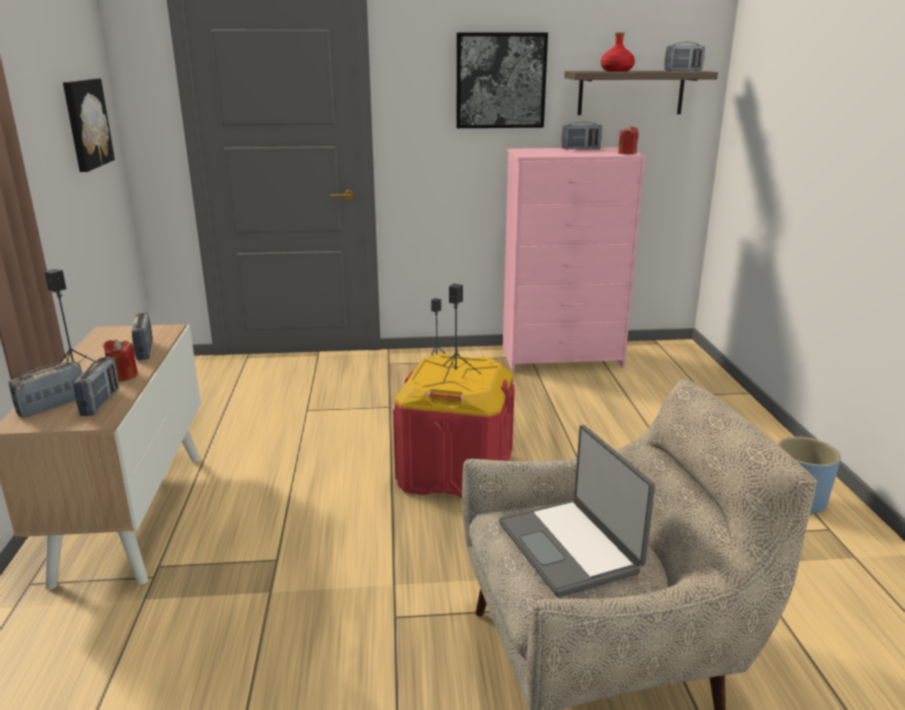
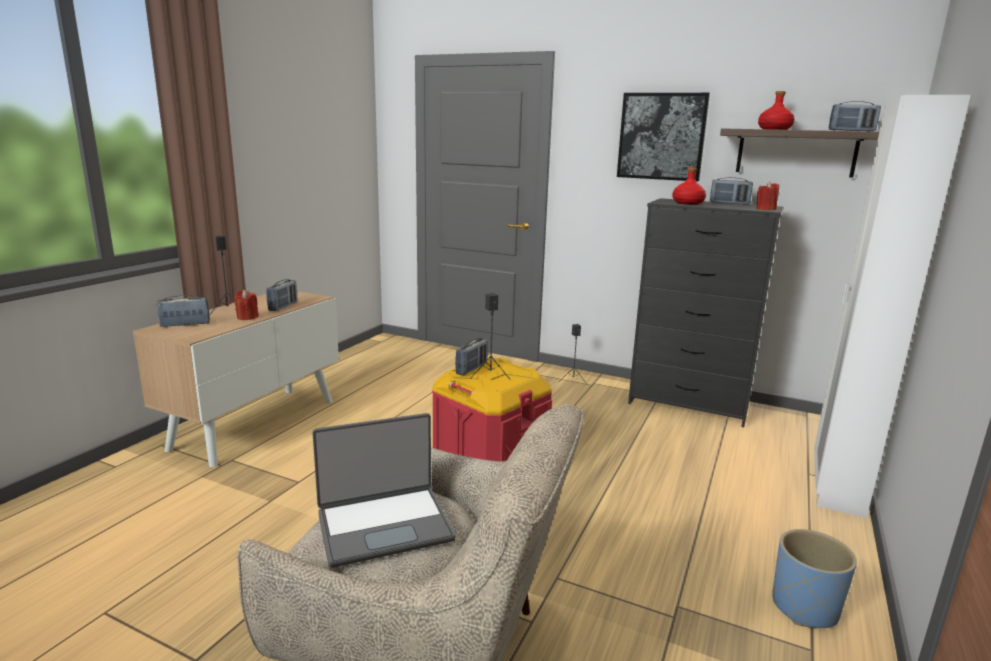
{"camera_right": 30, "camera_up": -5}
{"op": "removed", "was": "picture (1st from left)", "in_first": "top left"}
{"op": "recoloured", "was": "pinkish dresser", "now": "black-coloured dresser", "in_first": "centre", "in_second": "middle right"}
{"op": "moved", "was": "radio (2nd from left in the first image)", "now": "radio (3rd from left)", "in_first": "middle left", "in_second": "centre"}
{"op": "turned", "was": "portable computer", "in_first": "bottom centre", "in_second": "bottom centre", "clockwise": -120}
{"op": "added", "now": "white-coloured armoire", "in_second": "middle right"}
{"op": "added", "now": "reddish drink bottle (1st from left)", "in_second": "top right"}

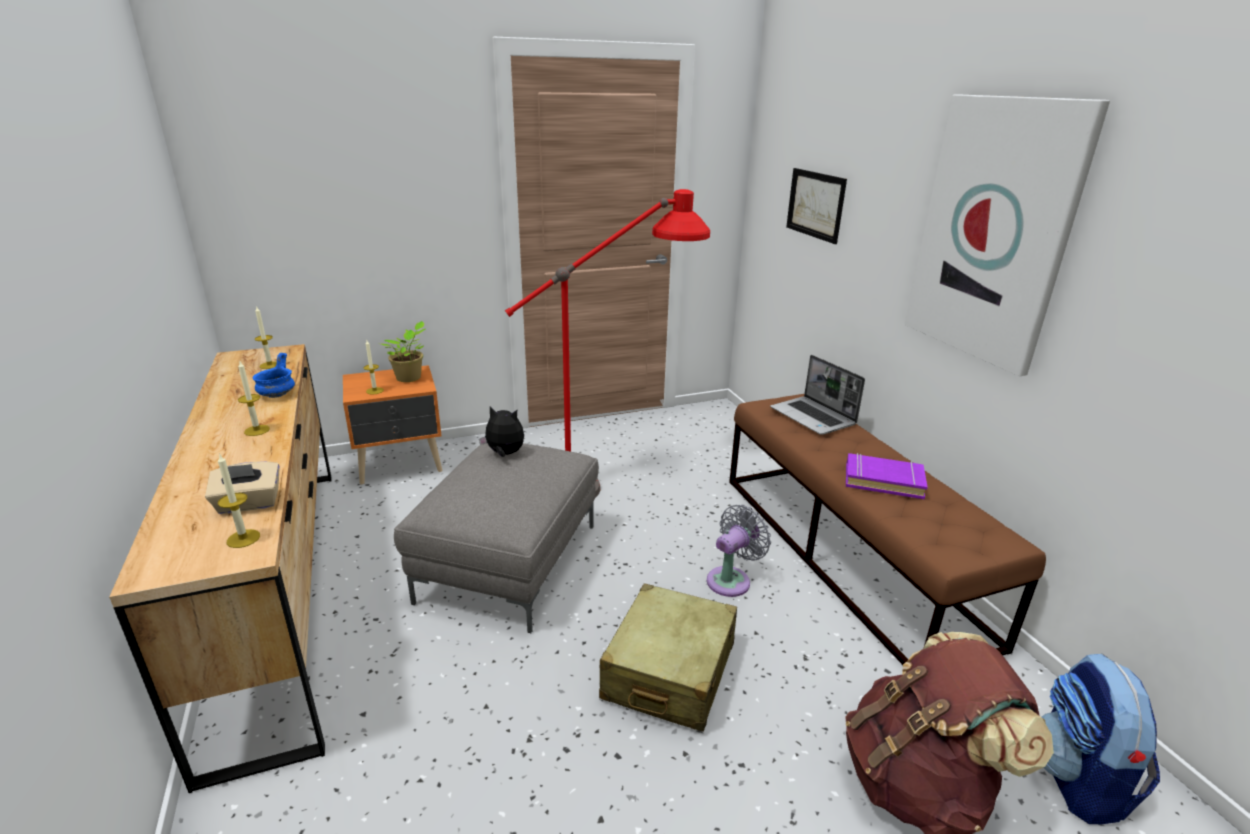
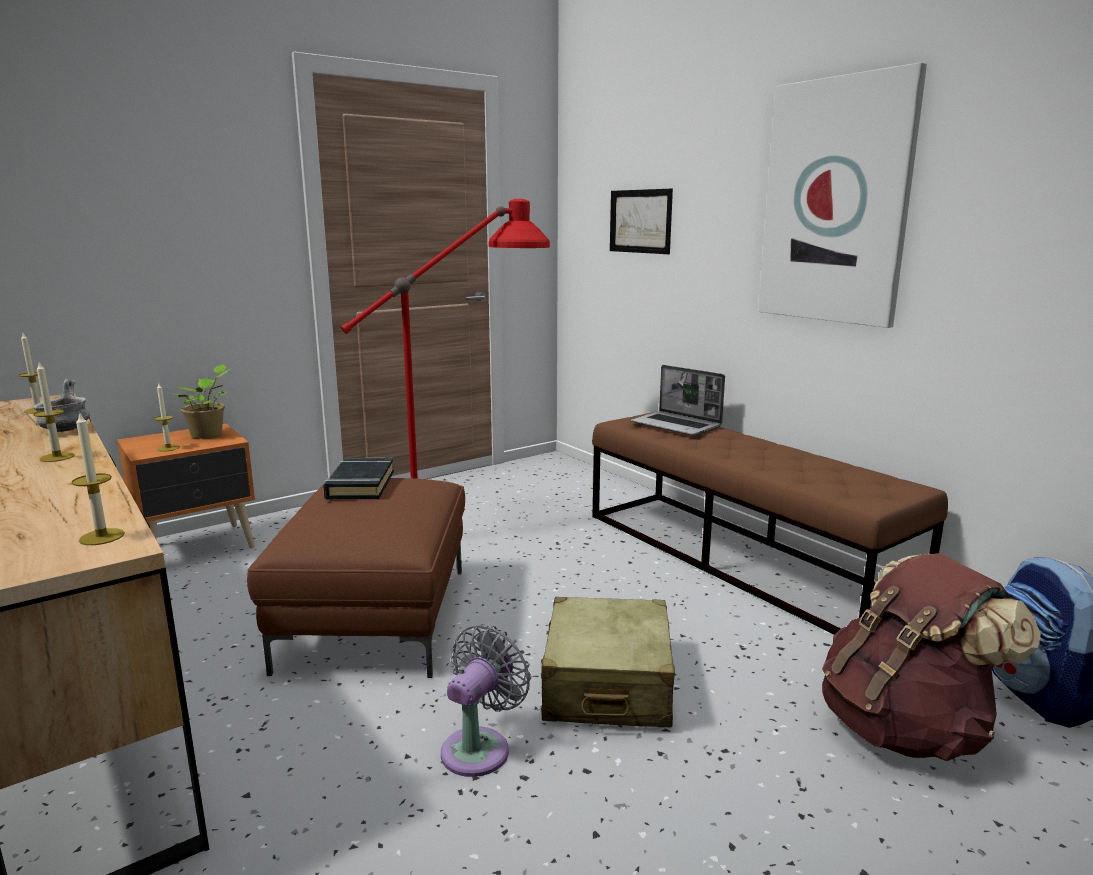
{"camera_right": -15, "camera_up": -10}
{"op": "recoloured", "was": "bluish serving bowl", "now": "gray serving bowl", "in_first": "middle left", "in_second": "middle left"}
{"op": "replaced", "was": "plush toy", "now": "black-coloured book", "in_first": "centre", "in_second": "middle left"}
{"op": "recoloured", "was": "gray pouffe", "now": "brown pouffe", "in_first": "centre", "in_second": "middle left"}
{"op": "removed", "was": "purple-coloured book", "in_first": "middle right"}
{"op": "removed", "was": "sand-coloured tissue box", "in_first": "middle left"}
{"op": "moved", "was": "gray electric fan", "in_first": "centre", "in_second": "bottom centre"}

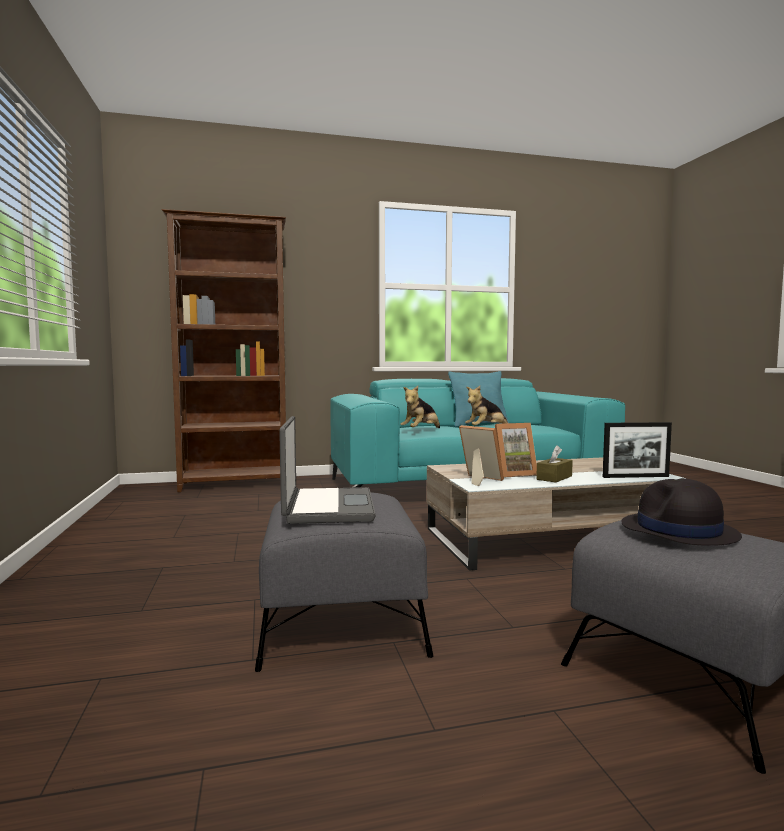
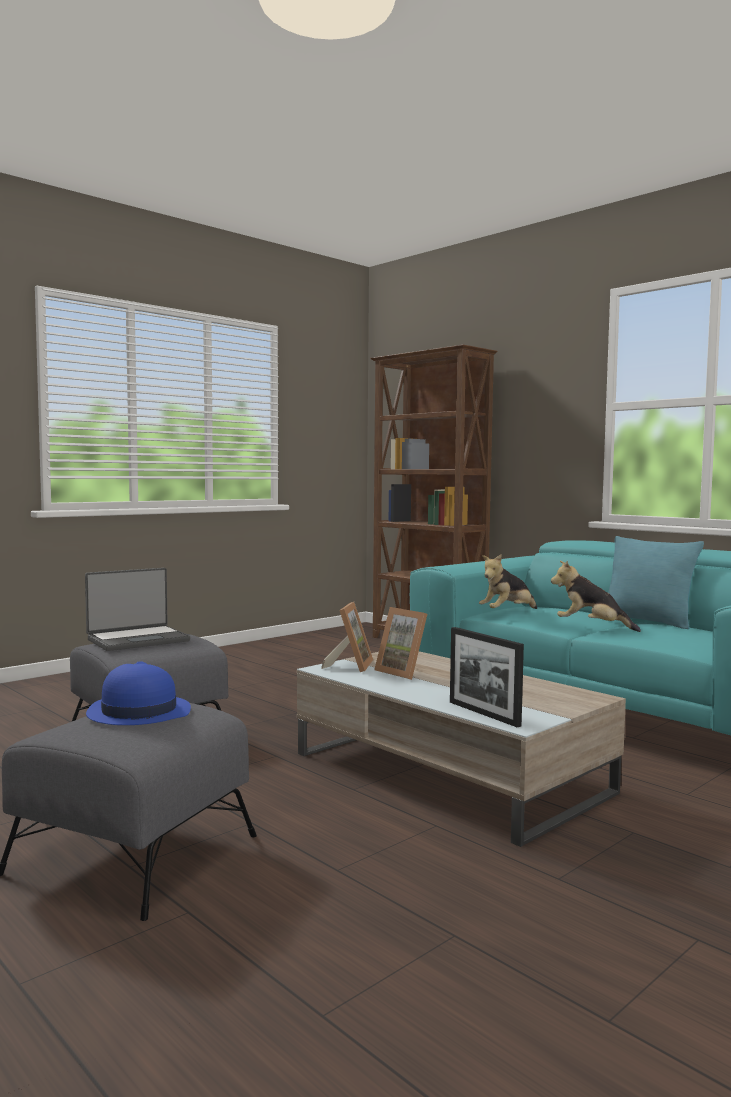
{"camera_right": 60, "camera_up": 0}
{"op": "turned", "was": "plush toy (1st from left)", "in_first": "centre", "in_second": "middle right", "clockwise": -45}
{"op": "removed", "was": "brown tissue box", "in_first": "middle right"}
{"op": "recoloured", "was": "black-coloured hat", "now": "bluish hat", "in_first": "middle right", "in_second": "middle left"}

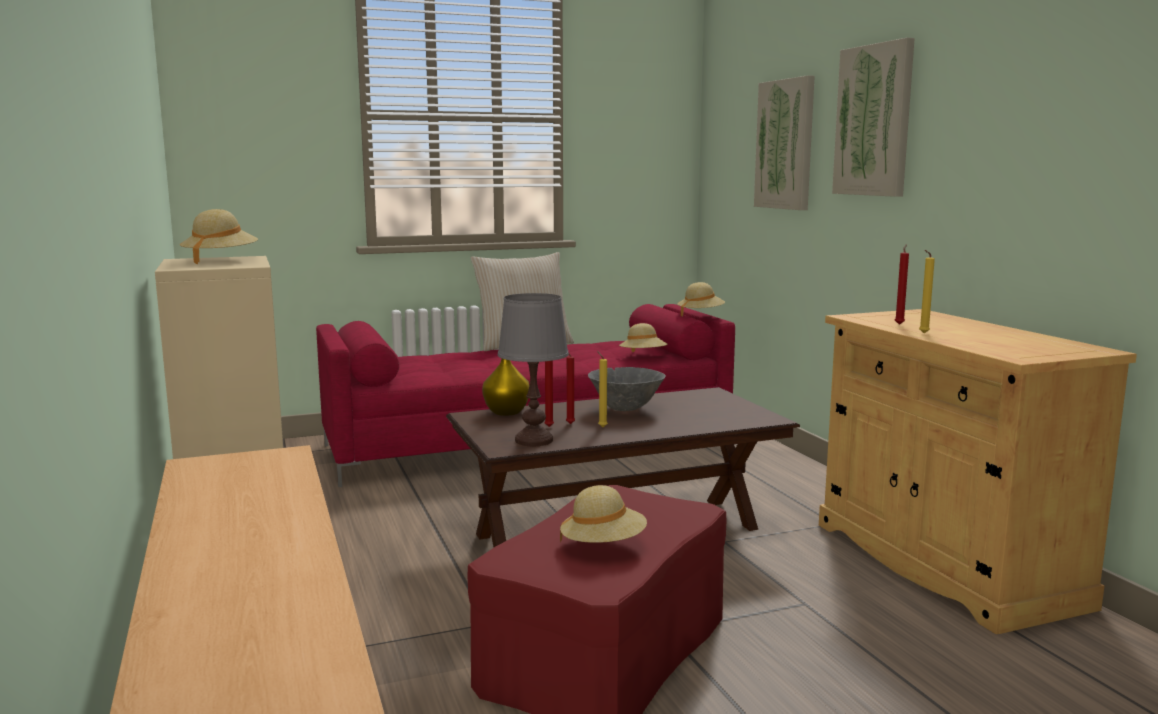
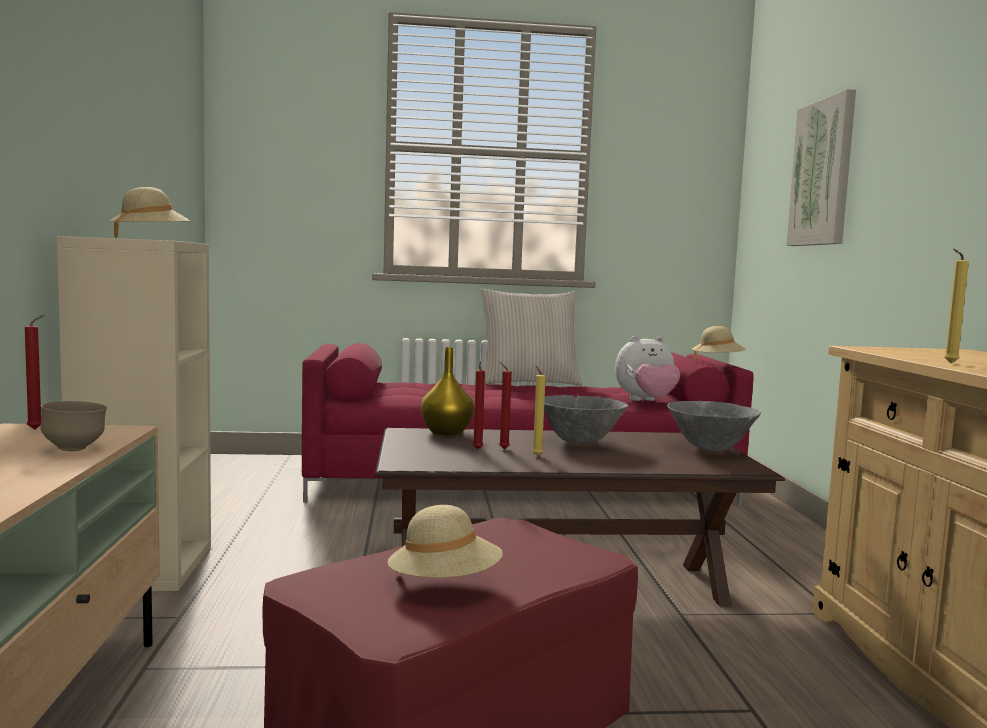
{"camera_right": 15, "camera_up": -5}
{"op": "removed", "was": "picture (2nd from left)", "in_first": "top right"}
{"op": "moved", "was": "reddish wax candle (3rd from left in the first image)", "now": "reddish wax candle (1st from left)", "in_first": "middle right", "in_second": "middle left"}
{"op": "removed", "was": "gray tabletop lamp", "in_first": "centre"}
{"op": "replaced", "was": "sand-coloured hat (3rd from left)", "now": "plush toy", "in_first": "centre", "in_second": "centre"}
{"op": "added", "now": "brown serving bowl", "in_second": "middle left"}
{"op": "added", "now": "gray serving bowl (2nd from left)", "in_second": "middle right"}

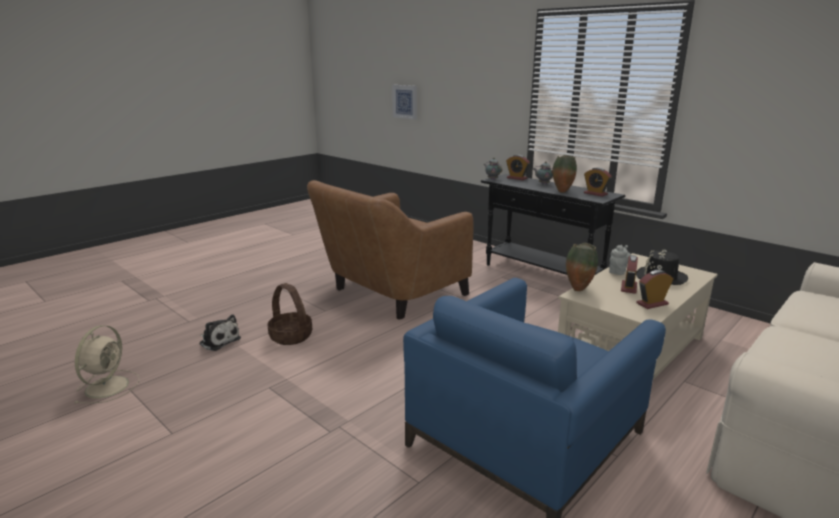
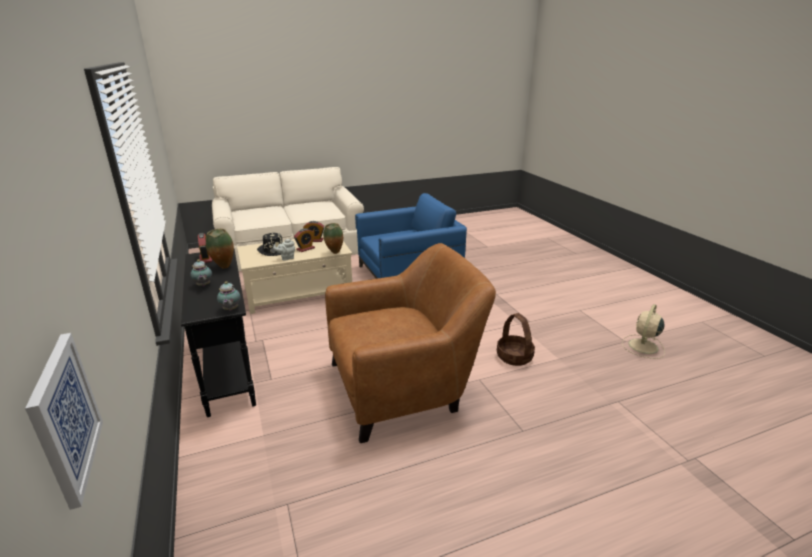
{"camera_right": -155, "camera_up": 5}
{"op": "removed", "was": "table clock (1st from left)", "in_first": "top centre"}
{"op": "removed", "was": "plush toy", "in_first": "middle left"}

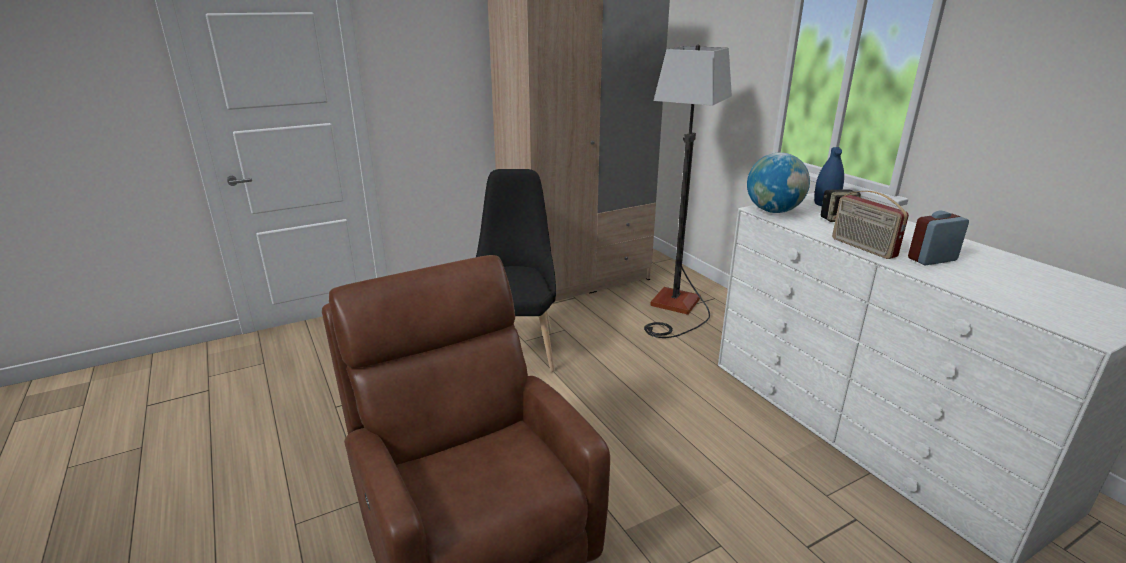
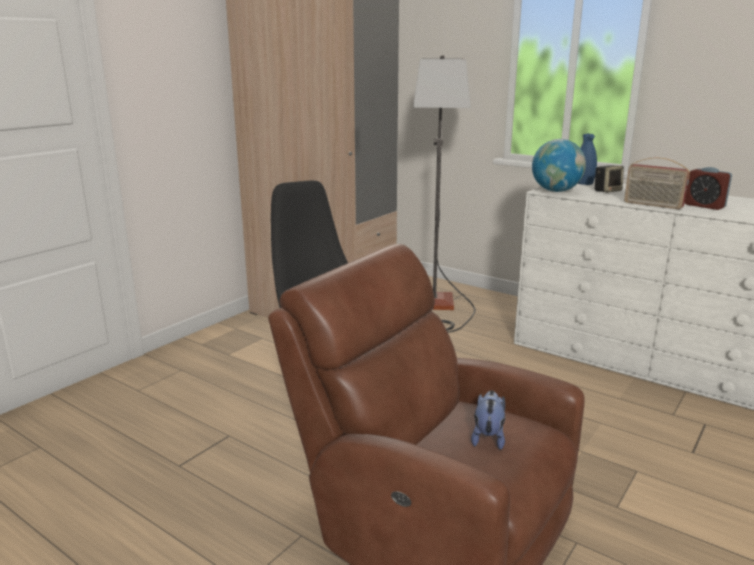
{"camera_right": -25, "camera_up": -5}
{"op": "turned", "was": "table clock", "in_first": "middle right", "in_second": "top right", "clockwise": -90}
{"op": "added", "now": "plush toy", "in_second": "bottom centre"}

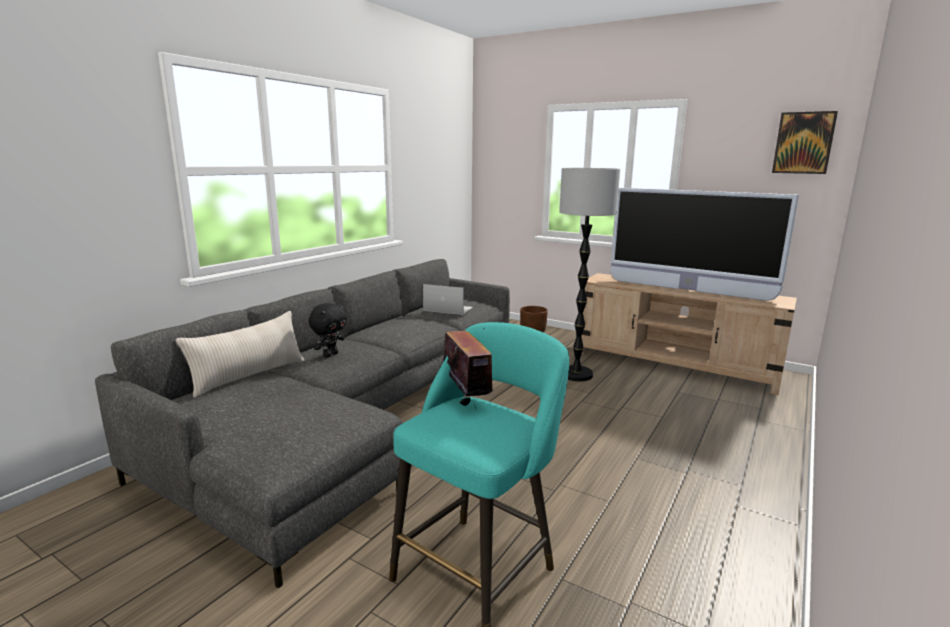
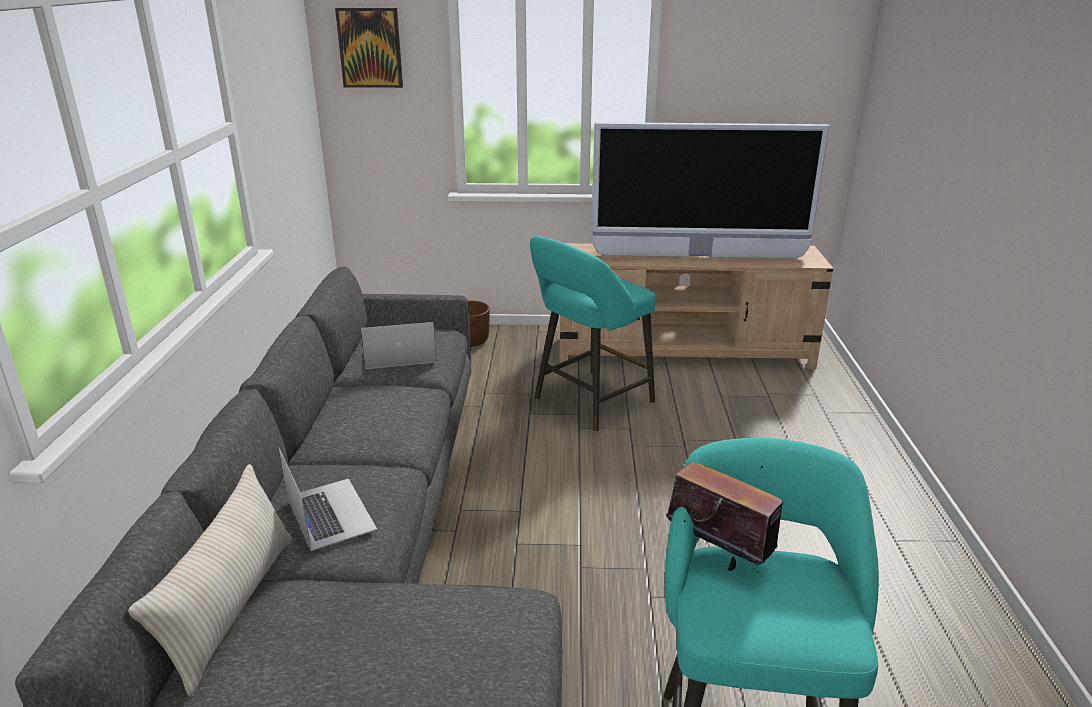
{"camera_right": -30, "camera_up": 10}
{"op": "moved", "was": "picture", "in_first": "top right", "in_second": "top centre"}
{"op": "replaced", "was": "floor lamp", "now": "turquoise stool (1st from left)", "in_first": "centre", "in_second": "centre"}
{"op": "replaced", "was": "black-coloured plush toy", "now": "portable computer (1st from left)", "in_first": "centre", "in_second": "bottom left"}

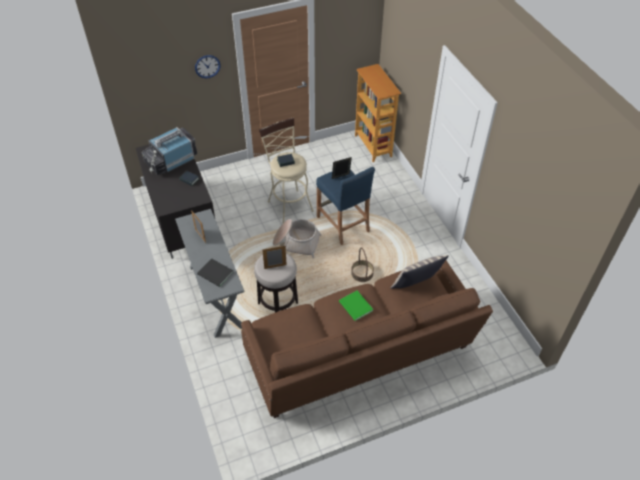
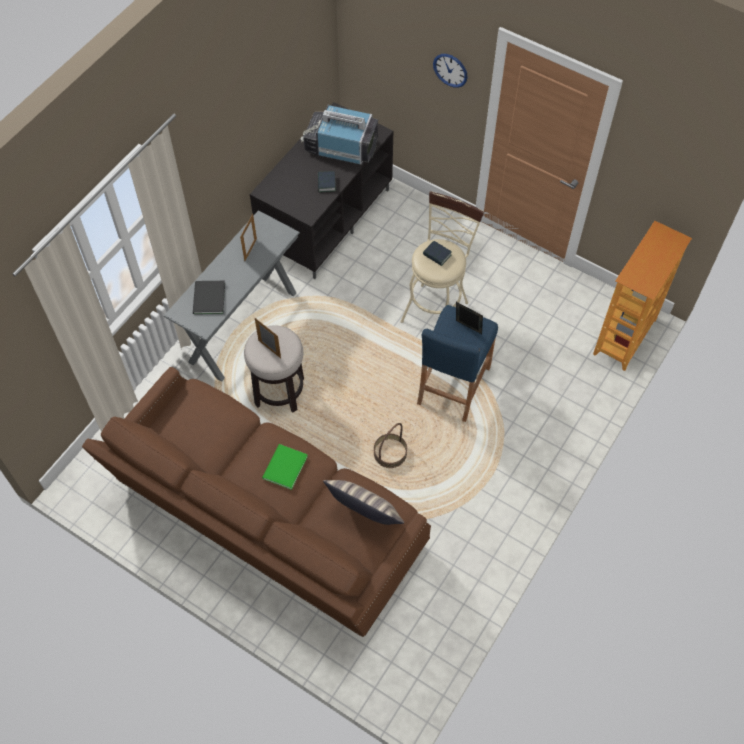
{"camera_right": 55, "camera_up": 10}
{"op": "removed", "was": "basket (1st from left)", "in_first": "centre"}

